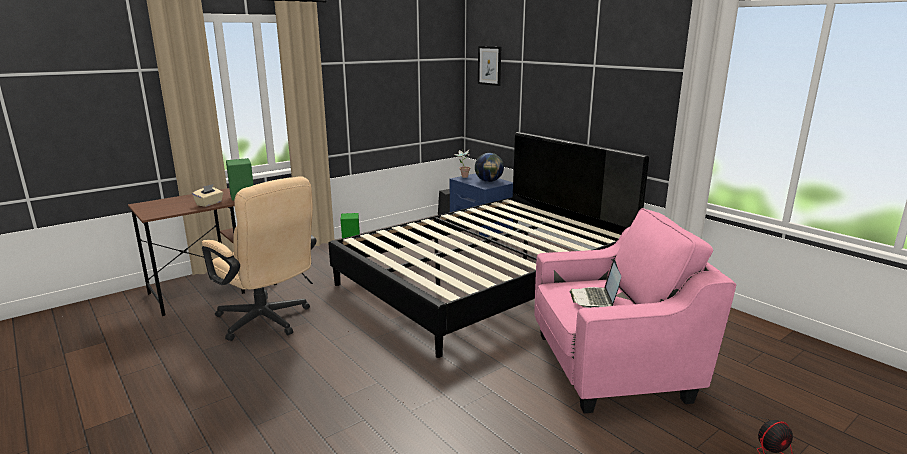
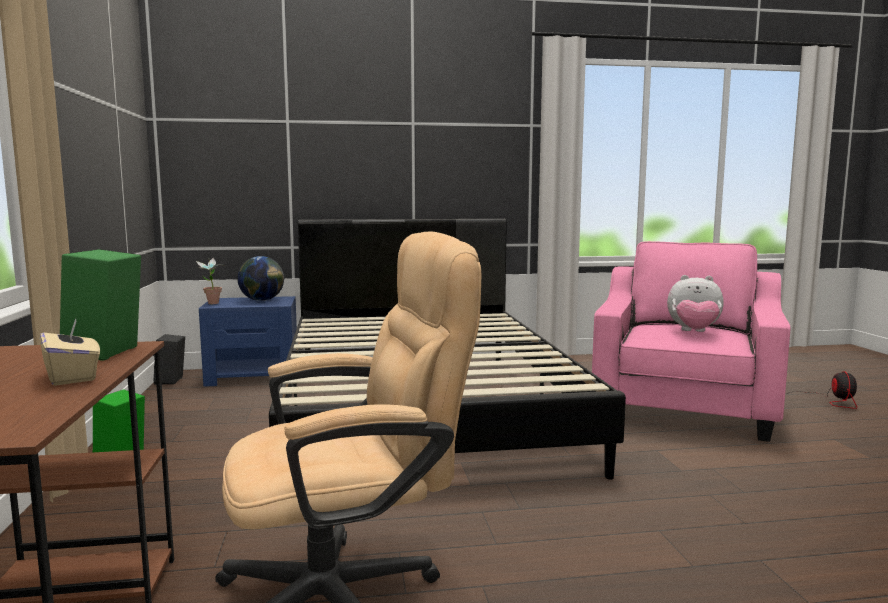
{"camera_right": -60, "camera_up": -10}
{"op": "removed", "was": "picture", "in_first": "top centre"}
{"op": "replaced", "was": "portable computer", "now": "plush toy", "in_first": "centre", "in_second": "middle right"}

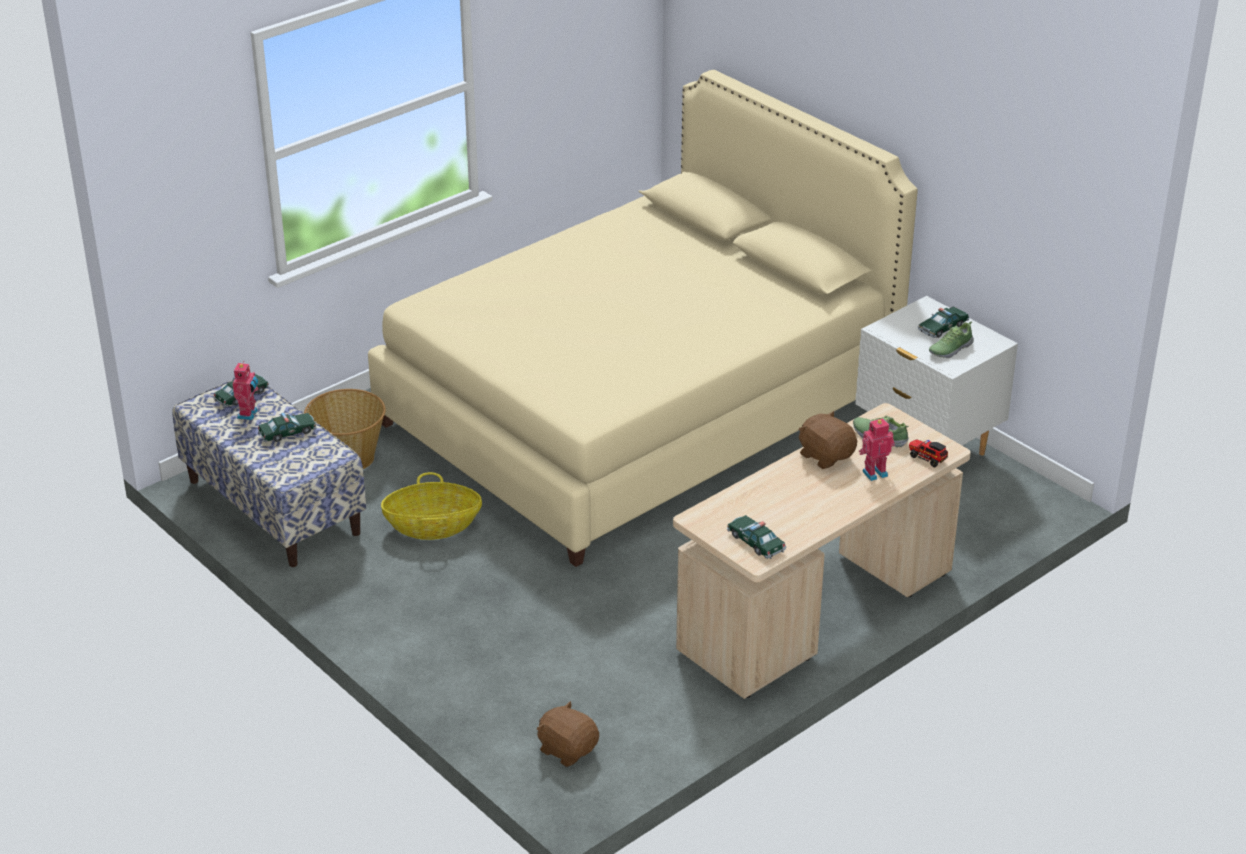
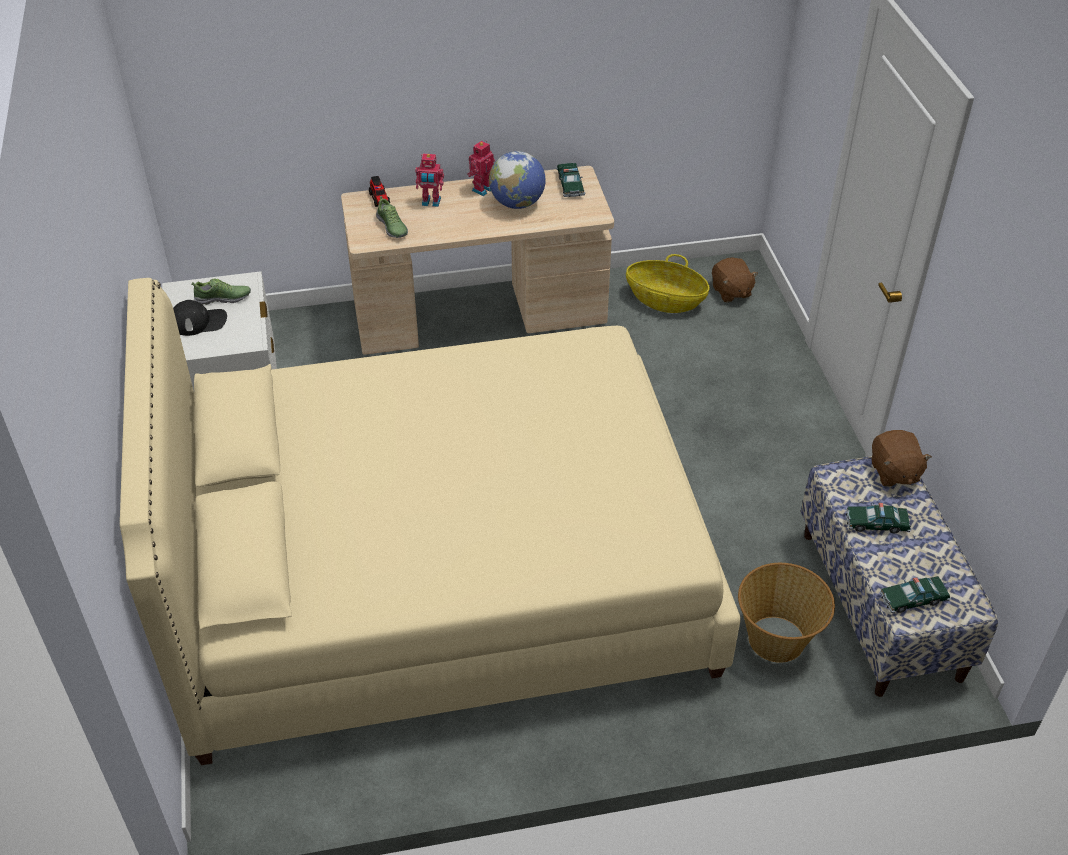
{"camera_right": -150, "camera_up": 10}
{"op": "replaced", "was": "miniature car (4th from left)", "now": "black-coloured peaked cap", "in_first": "middle right", "in_second": "middle left"}
{"op": "moved", "was": "robot figure (1st from left in the first image)", "now": "robot figure (2nd from left)", "in_first": "middle left", "in_second": "top centre"}
{"op": "moved", "was": "brown plush toy (2nd from left)", "in_first": "centre", "in_second": "middle right"}
{"op": "moved", "was": "basket (2nd from left in the first image)", "now": "basket (1st from left)", "in_first": "centre", "in_second": "top centre"}
{"op": "added", "now": "world globe", "in_second": "top centre"}

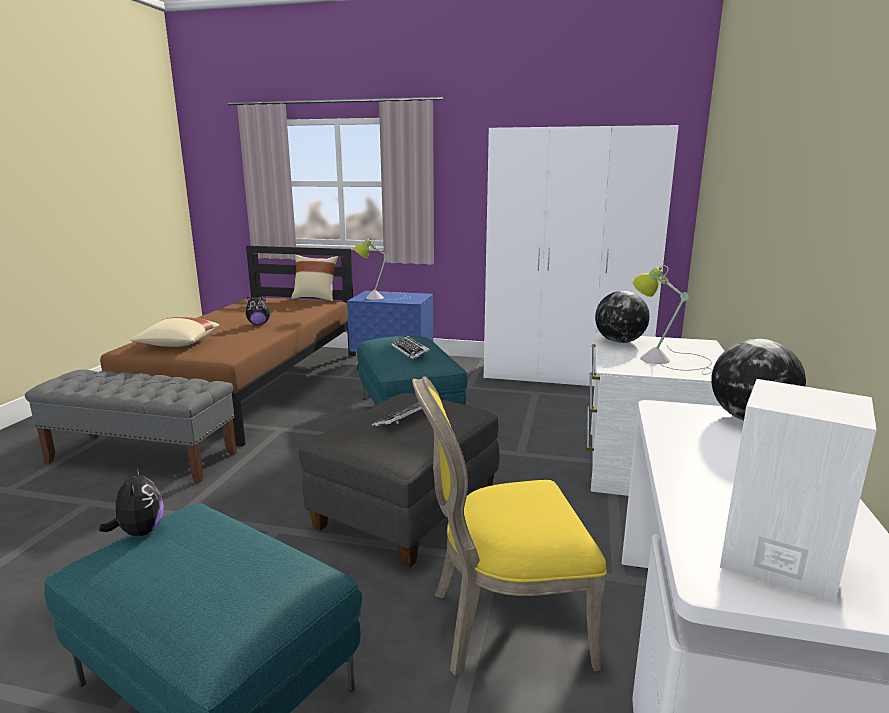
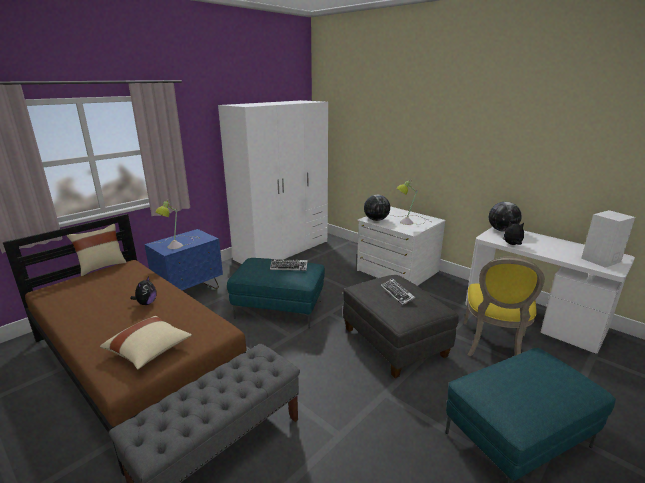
{"camera_right": -60, "camera_up": 5}
{"op": "moved", "was": "plush toy (1st from left in the first image)", "now": "plush toy (2nd from left)", "in_first": "bottom left", "in_second": "middle right"}

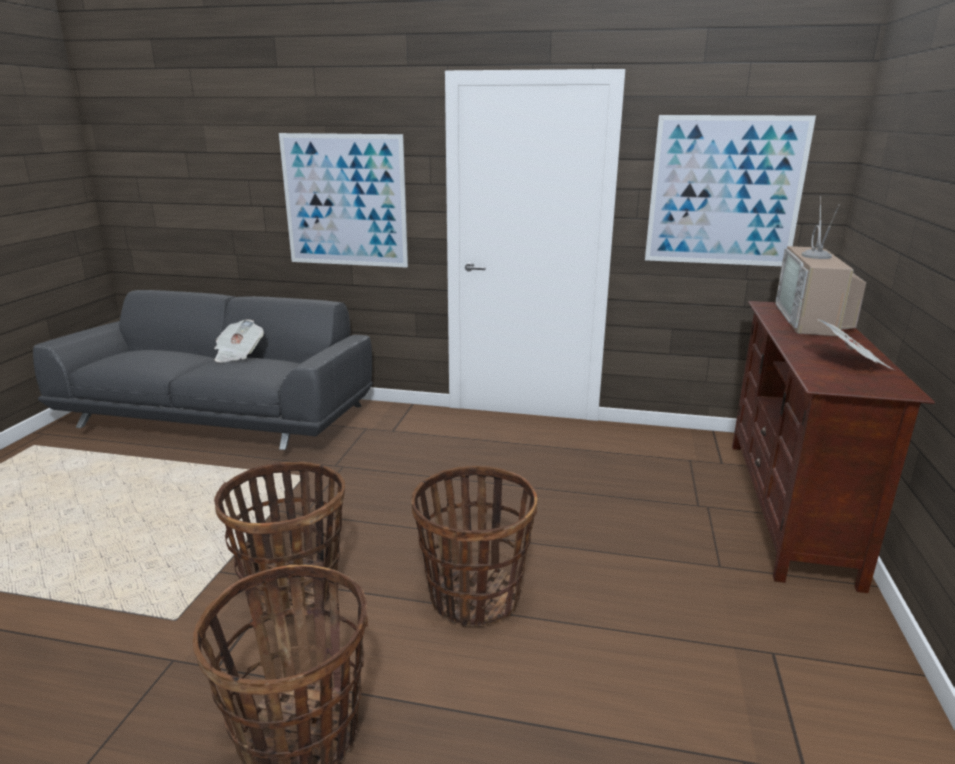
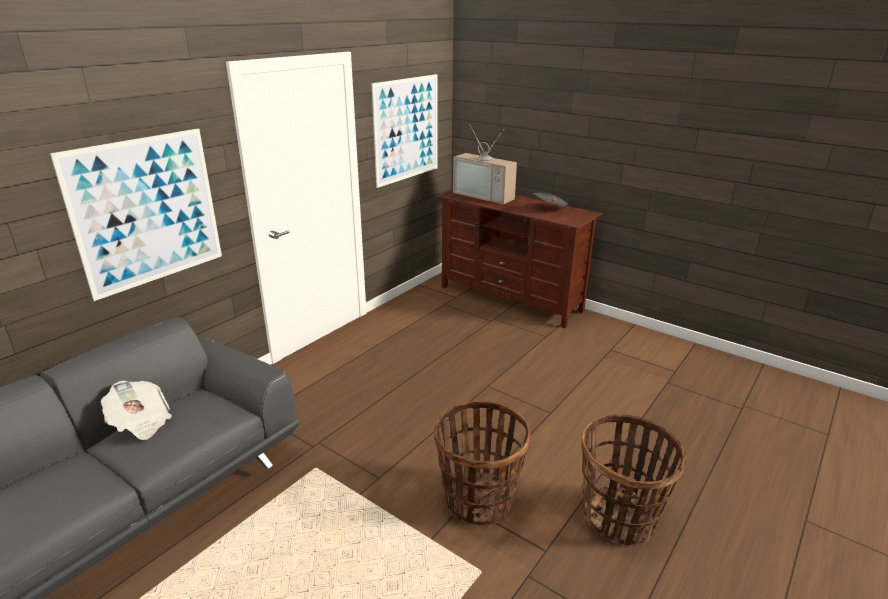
{"camera_right": -65, "camera_up": 5}
{"op": "removed", "was": "basket (3rd from left)", "in_first": "bottom centre"}

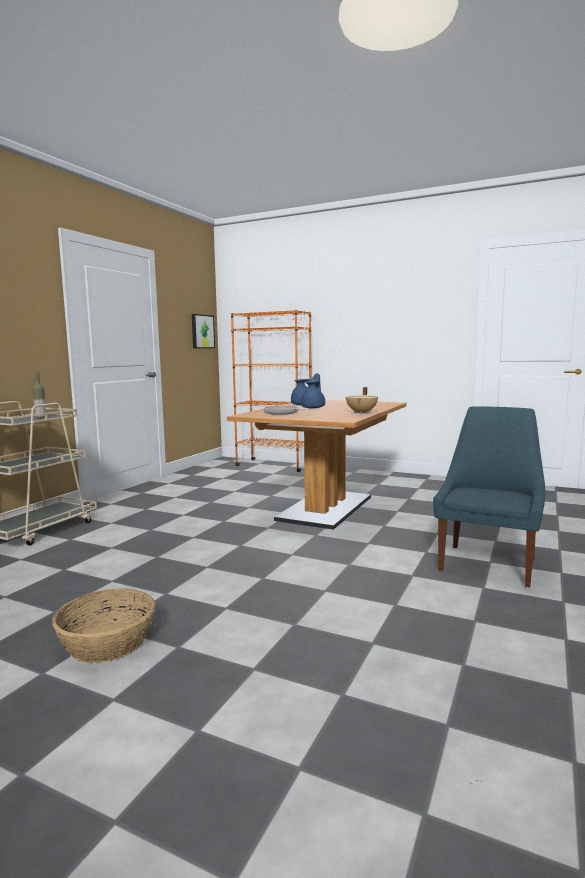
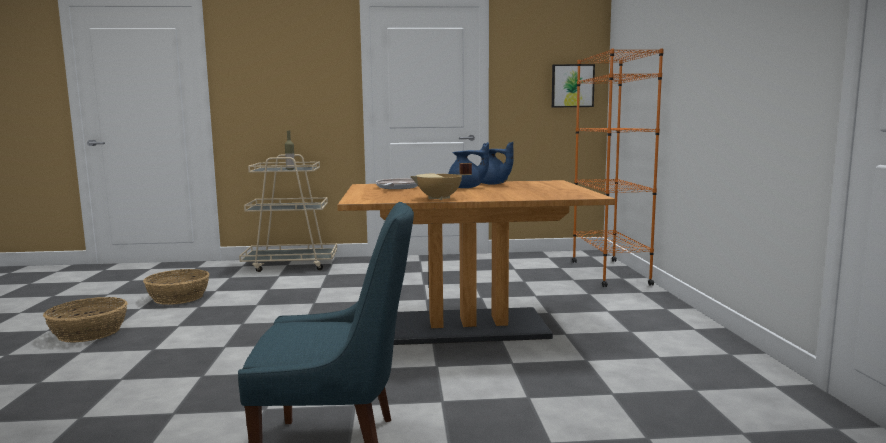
{"camera_right": 60, "camera_up": 0}
{"op": "added", "now": "basket (2nd from left)", "in_second": "middle left"}

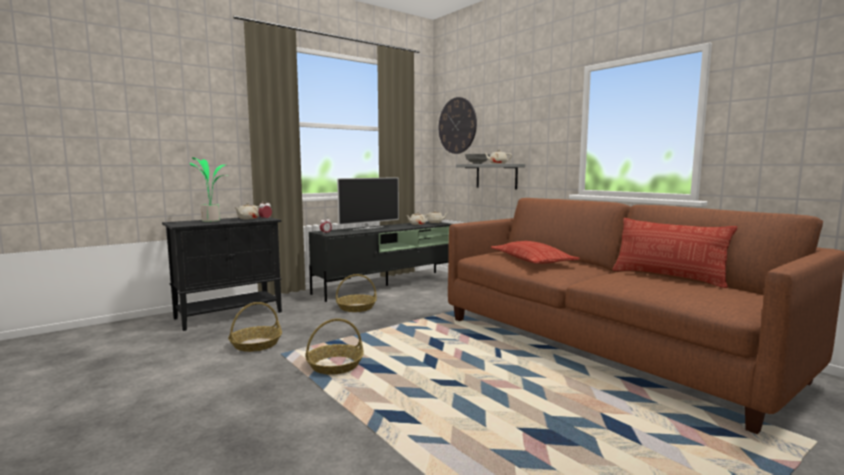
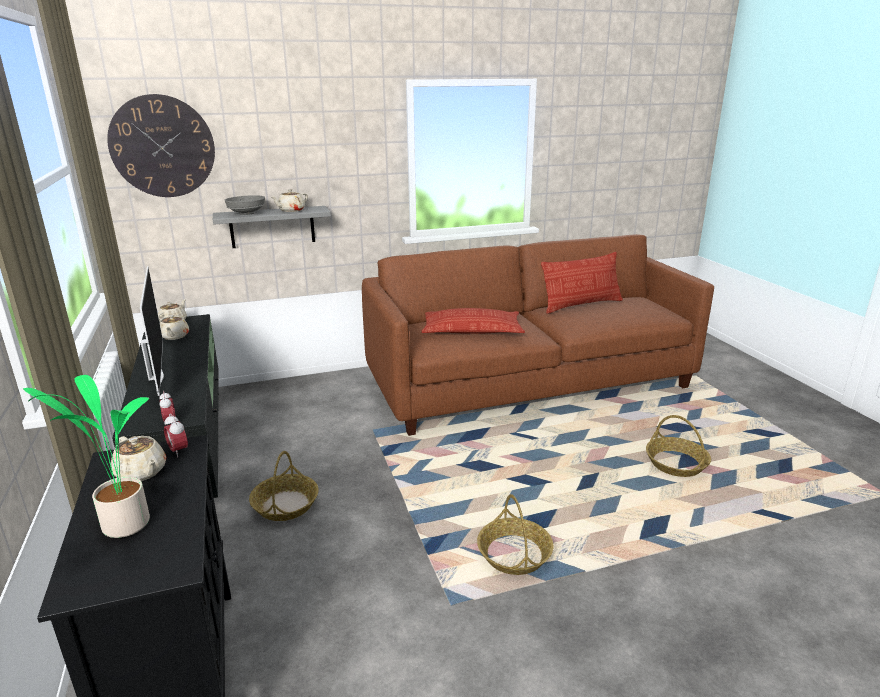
{"camera_right": -70, "camera_up": 15}
{"op": "moved", "was": "basket (1st from left in the first image)", "now": "basket (3rd from left)", "in_first": "bottom left", "in_second": "middle right"}

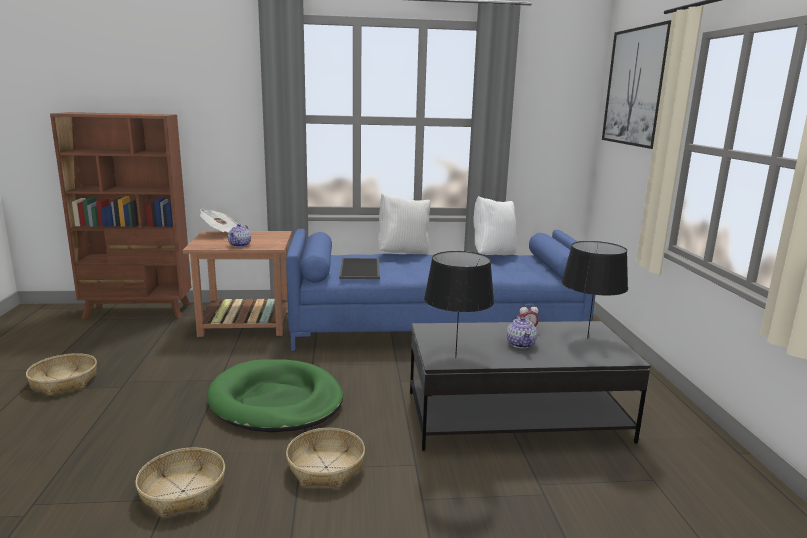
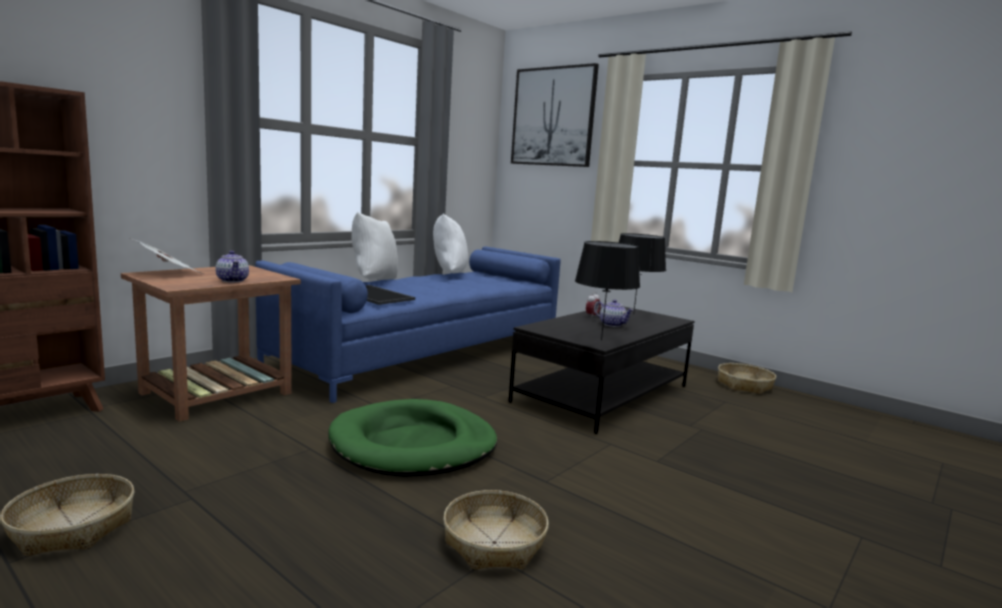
{"camera_right": -45, "camera_up": -5}
{"op": "moved", "was": "basket (3rd from left)", "in_first": "bottom centre", "in_second": "middle right"}

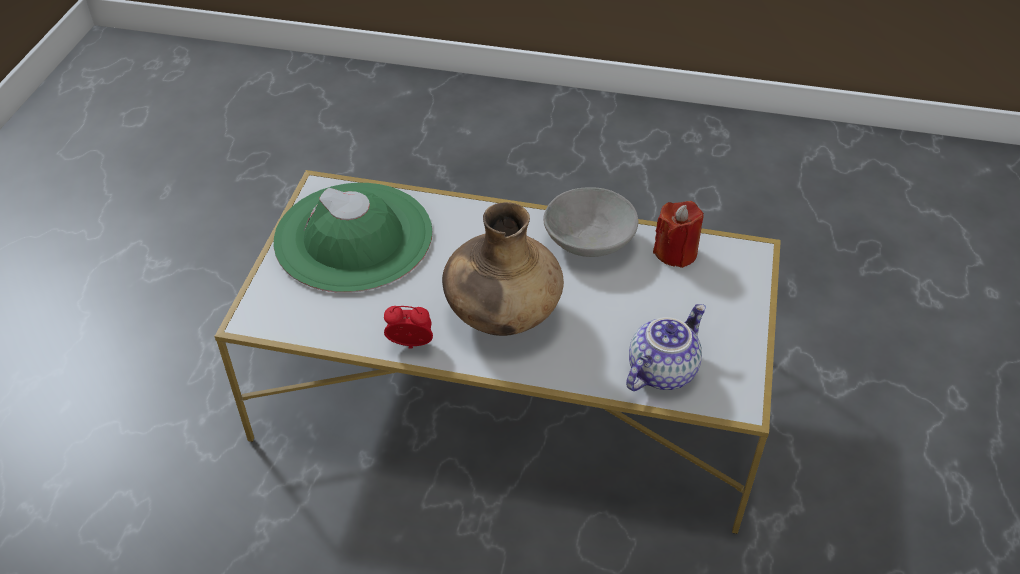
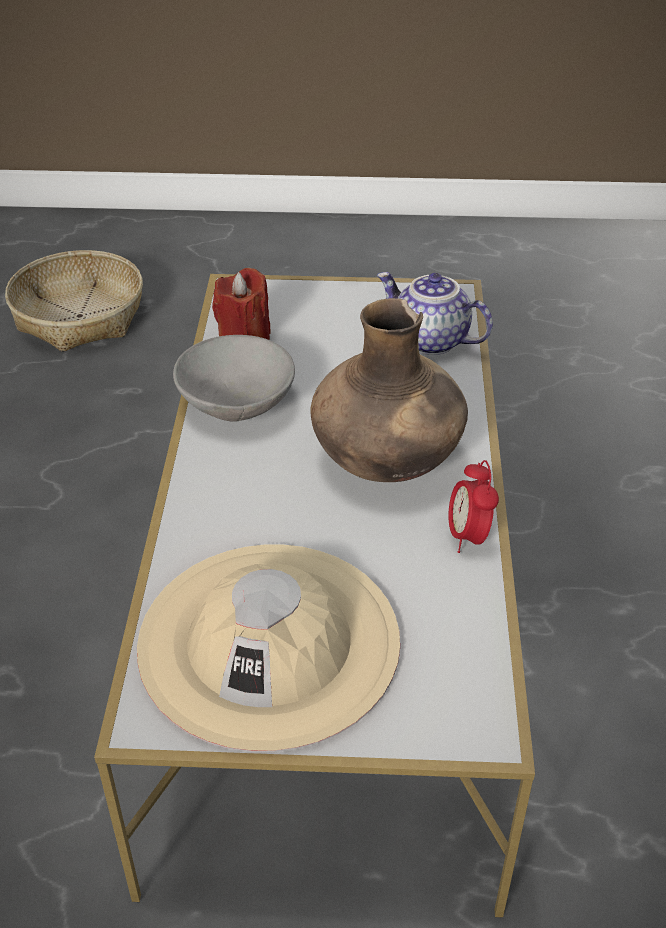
{"camera_right": -100, "camera_up": -5}
{"op": "recoloured", "was": "green-coloured hat", "now": "sand-coloured hat", "in_first": "centre", "in_second": "bottom centre"}
{"op": "added", "now": "basket", "in_second": "top left"}

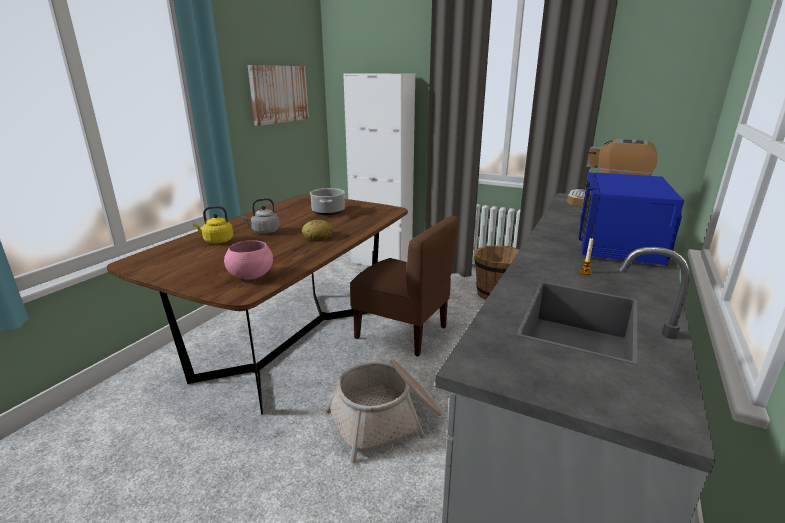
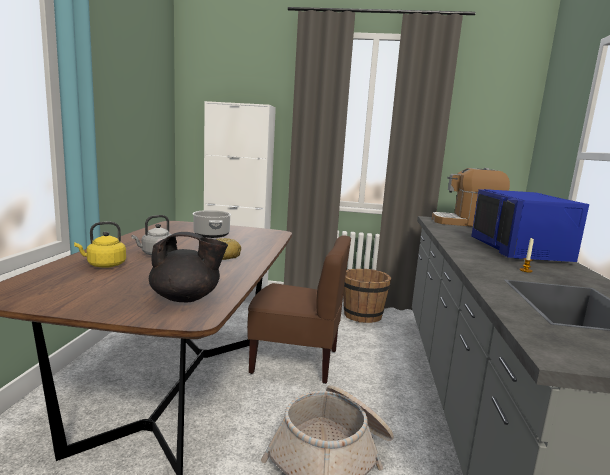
{"camera_right": -20, "camera_up": -10}
{"op": "removed", "was": "picture", "in_first": "top centre"}
{"op": "replaced", "was": "pinkish serving bowl", "now": "black-coloured teapot", "in_first": "middle left", "in_second": "middle left"}

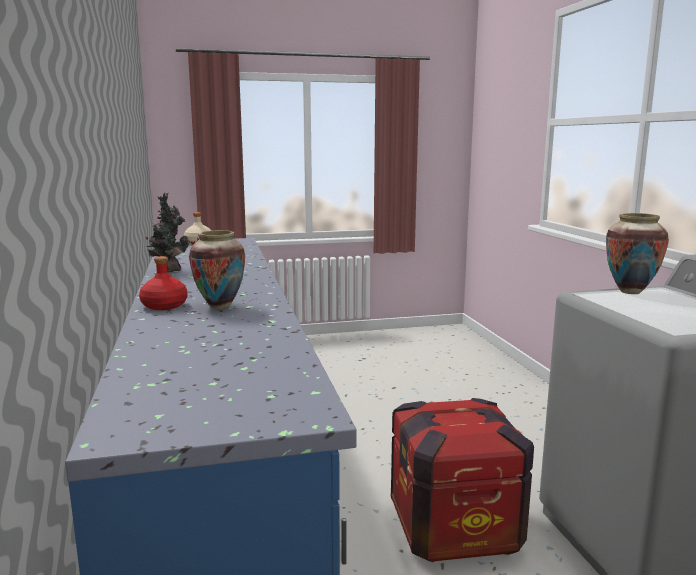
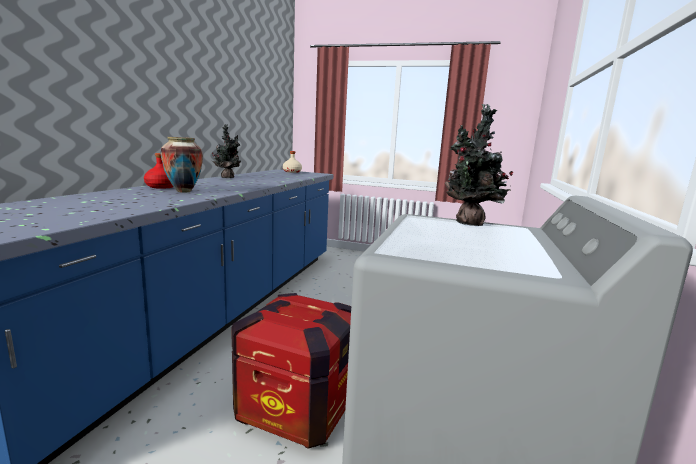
{"camera_right": 30, "camera_up": 0}
{"op": "replaced", "was": "decorative vase (2nd from left)", "now": "houseplant (2nd from left)", "in_first": "middle right", "in_second": "middle right"}

